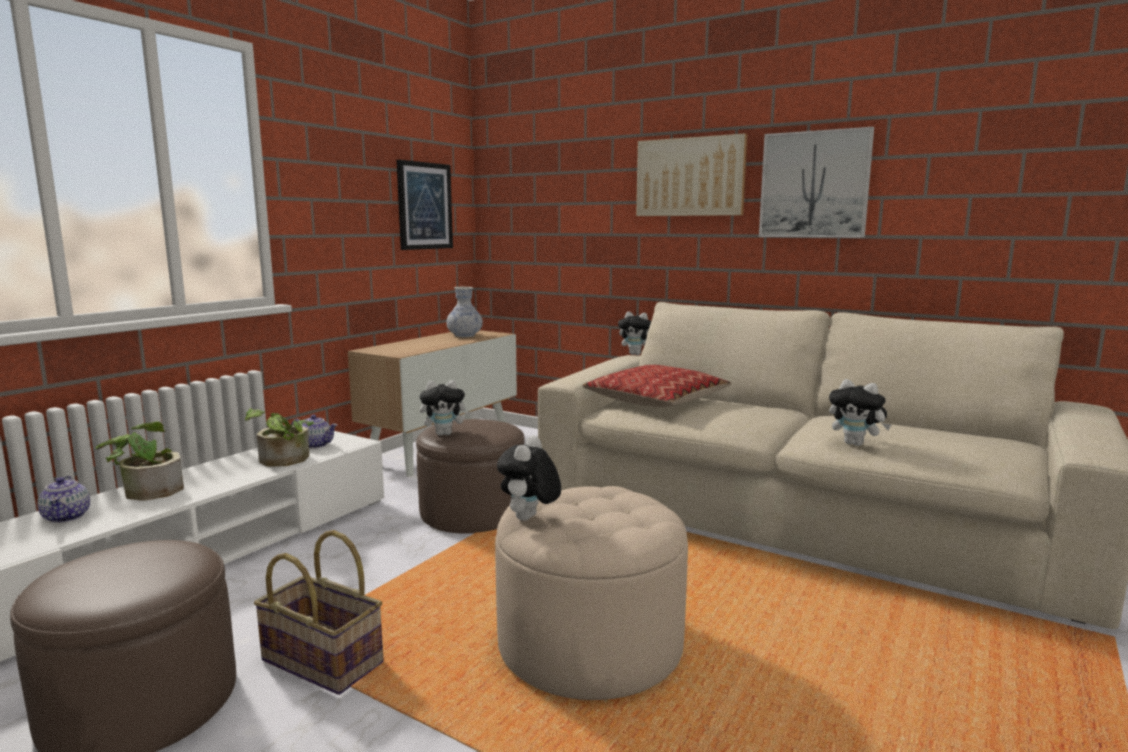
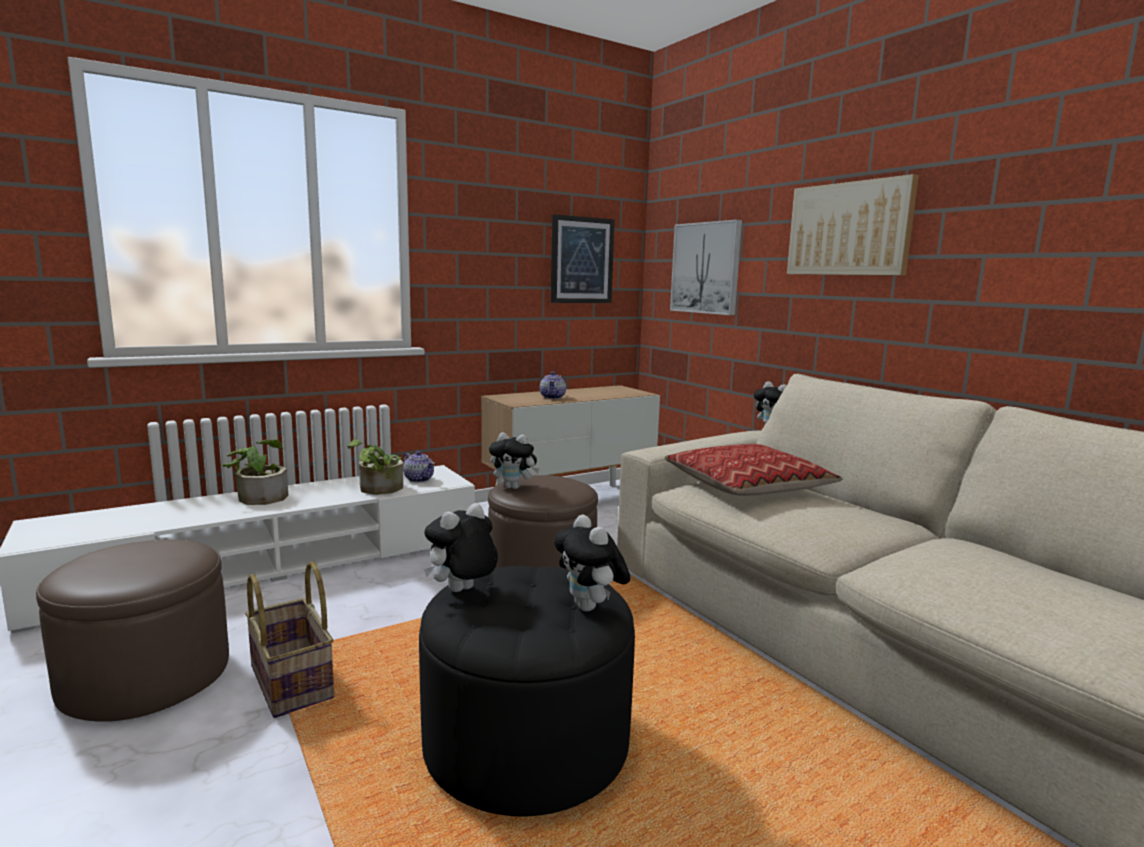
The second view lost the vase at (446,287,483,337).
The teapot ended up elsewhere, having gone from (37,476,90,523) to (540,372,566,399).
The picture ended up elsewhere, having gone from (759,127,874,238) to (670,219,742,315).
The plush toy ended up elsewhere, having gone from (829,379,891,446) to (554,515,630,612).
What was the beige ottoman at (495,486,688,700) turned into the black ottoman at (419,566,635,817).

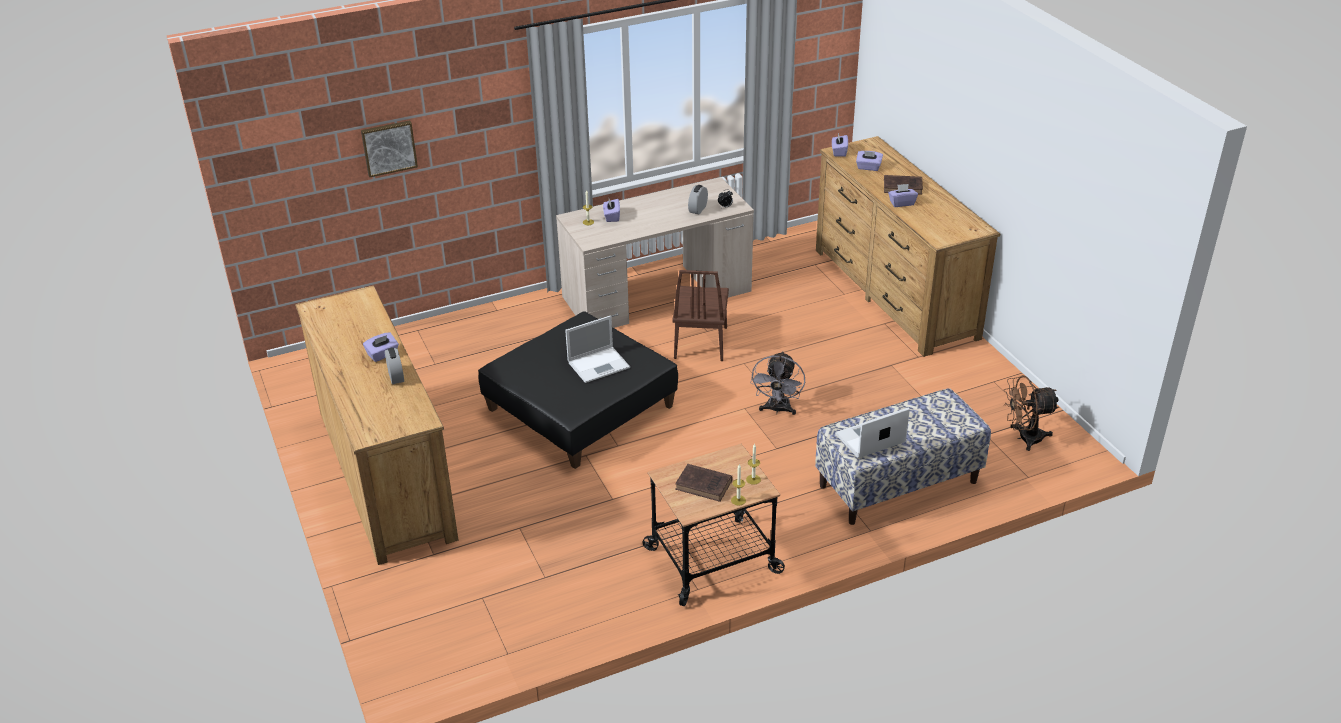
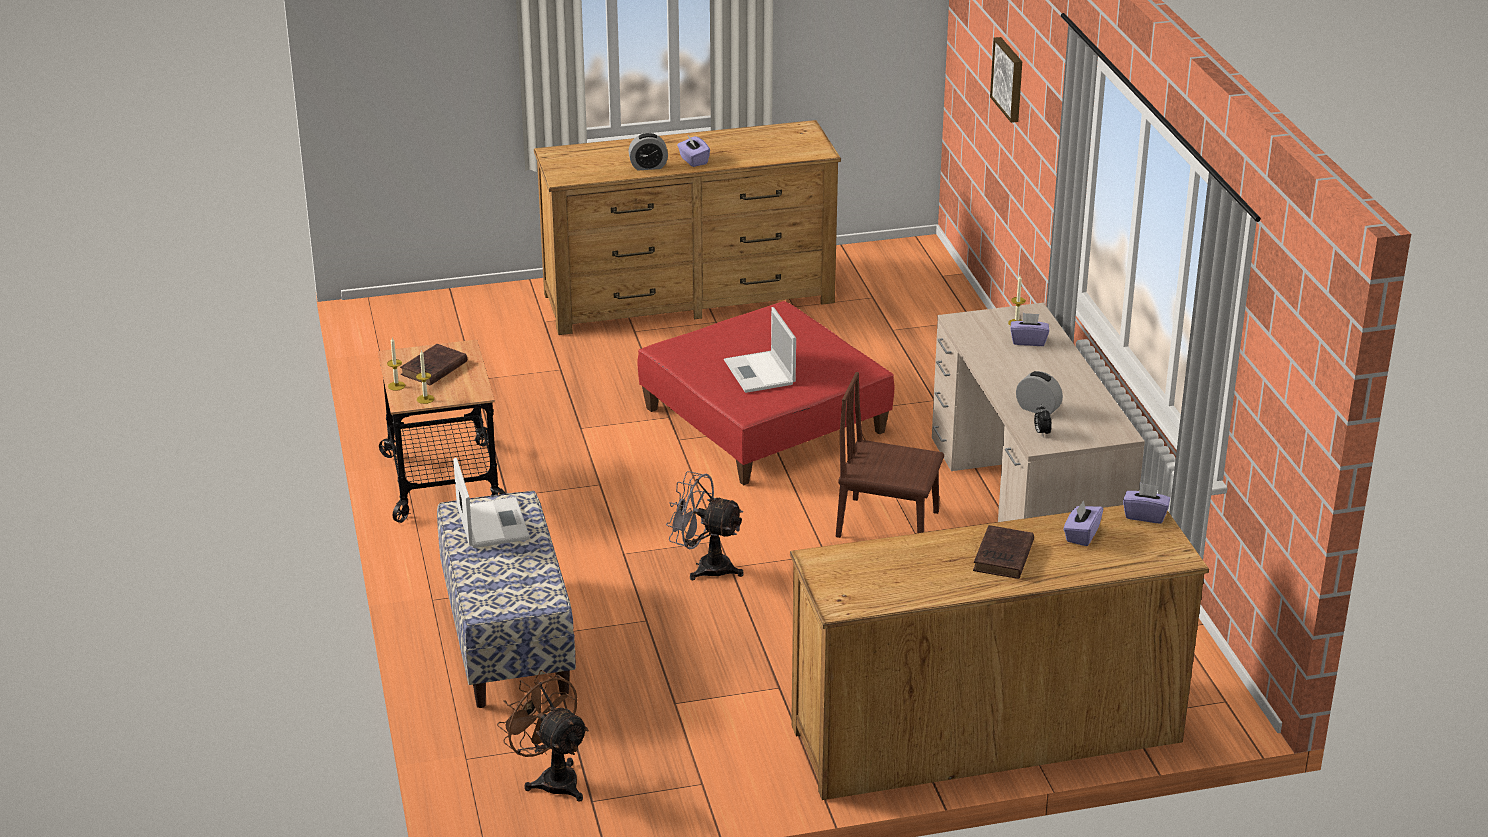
The second view lost the purple tissue box at (888,184,918,207).
What was the black ottoman at (478,311,678,469) turned into the red ottoman at (638,301,895,485).
The brown fan at (1004,375,1059,451) ended up facing another way, 45 degrees counterclockwise from before.

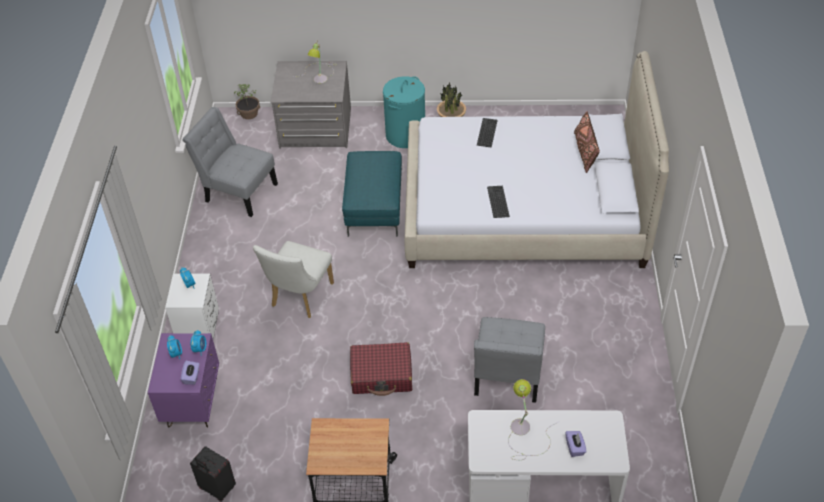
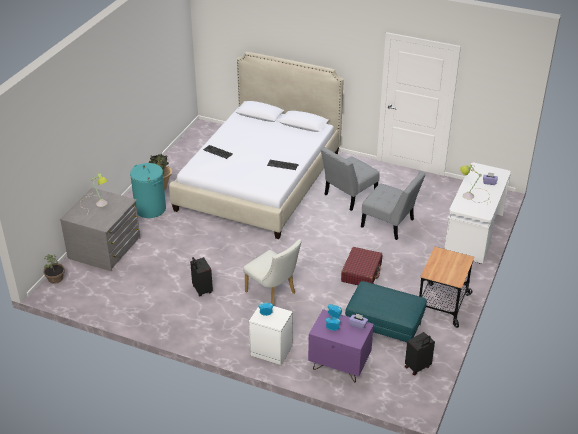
The second view lost the brown pillow at (574,111,600,173).
The second view gained the black suitcase at (190,257,213,296).
The grey chair ended up elsewhere, having gone from (182,107,278,217) to (321,147,380,211).
The turquoise ottoman ended up elsewhere, having gone from (342,151,402,237) to (345,281,427,343).

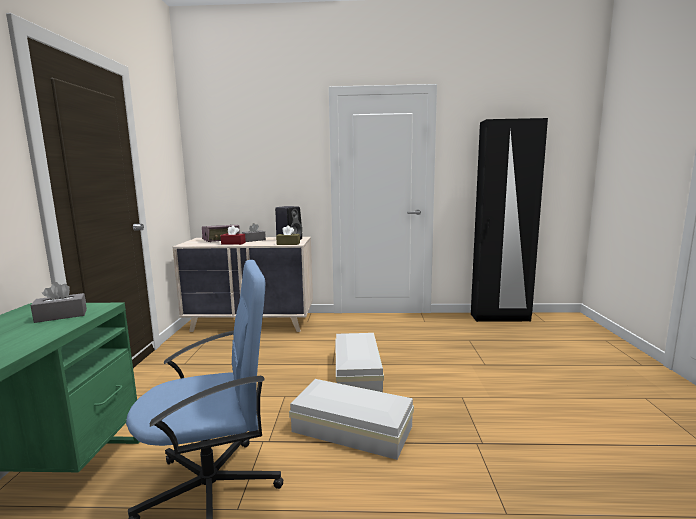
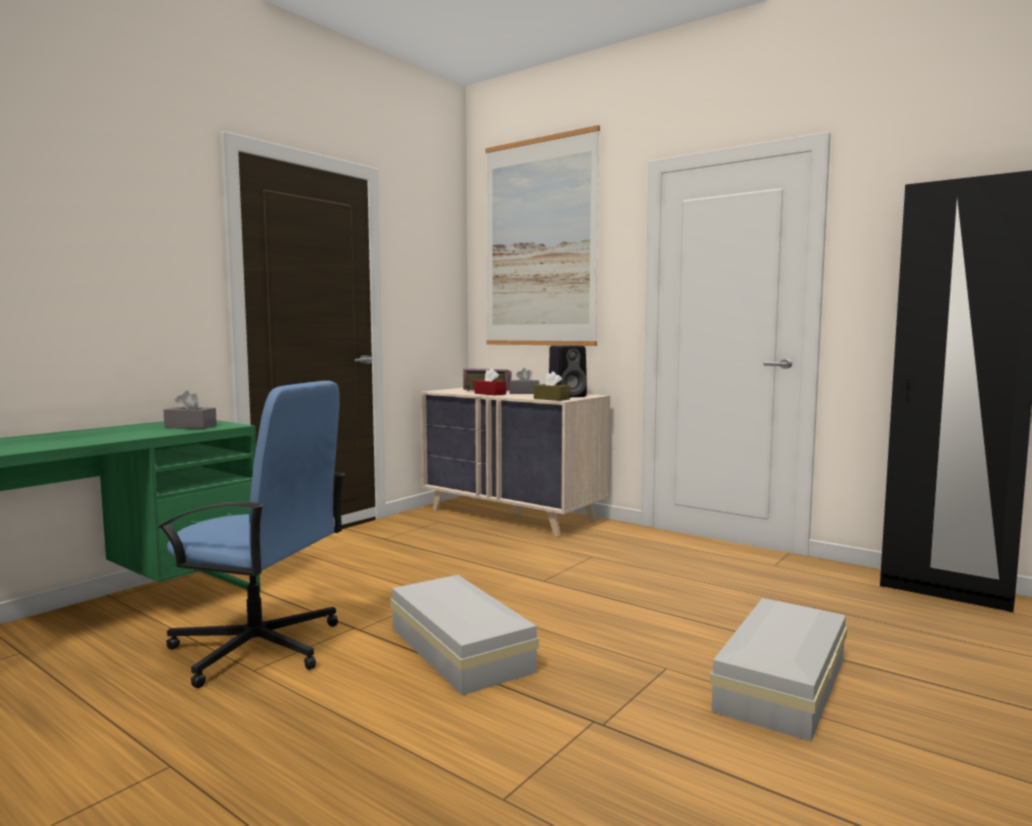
The second view gained the picture at (486,125,600,346).
The white storage box ended up elsewhere, having gone from (335,333,384,392) to (710,598,847,742).

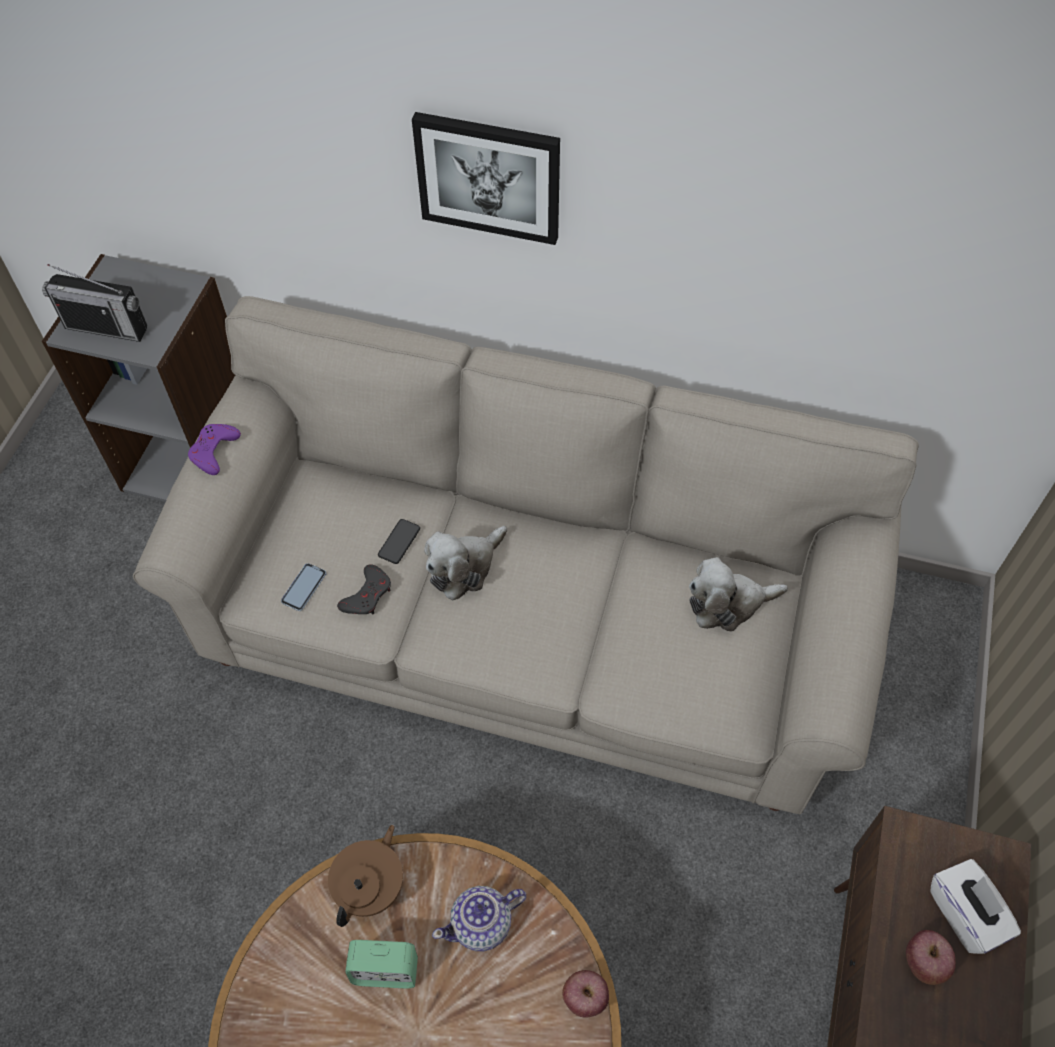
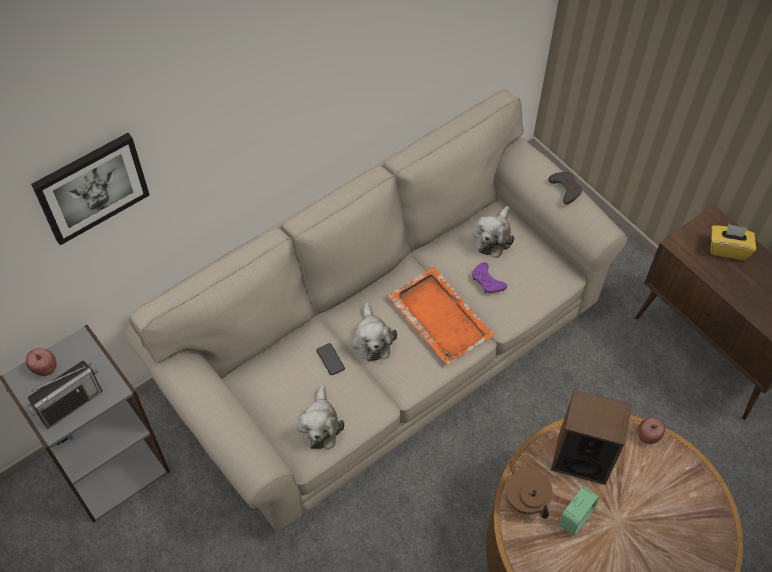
The second view gained the orange tray at (387,267,495,364).
The purple game controller ended up elsewhere, having gone from (188,424,241,475) to (472,262,507,294).
The grey game controller ended up elsewhere, having gone from (337,564,391,614) to (548,172,582,205).
The picture ended up elsewhere, having gone from (412,112,560,245) to (31,133,150,245).
The apple ended up elsewhere, having gone from (906,930,956,985) to (26,348,57,376).
Where the phone stood at (281,563,326,611), the plush toy came to stand at (297,384,344,449).
Where the teapot stood at (432,886,526,951), the speaker came to stand at (551,390,632,485).
What was the white tissue box at (931,859,1021,954) turned into the yellow tissue box at (710,224,756,260).

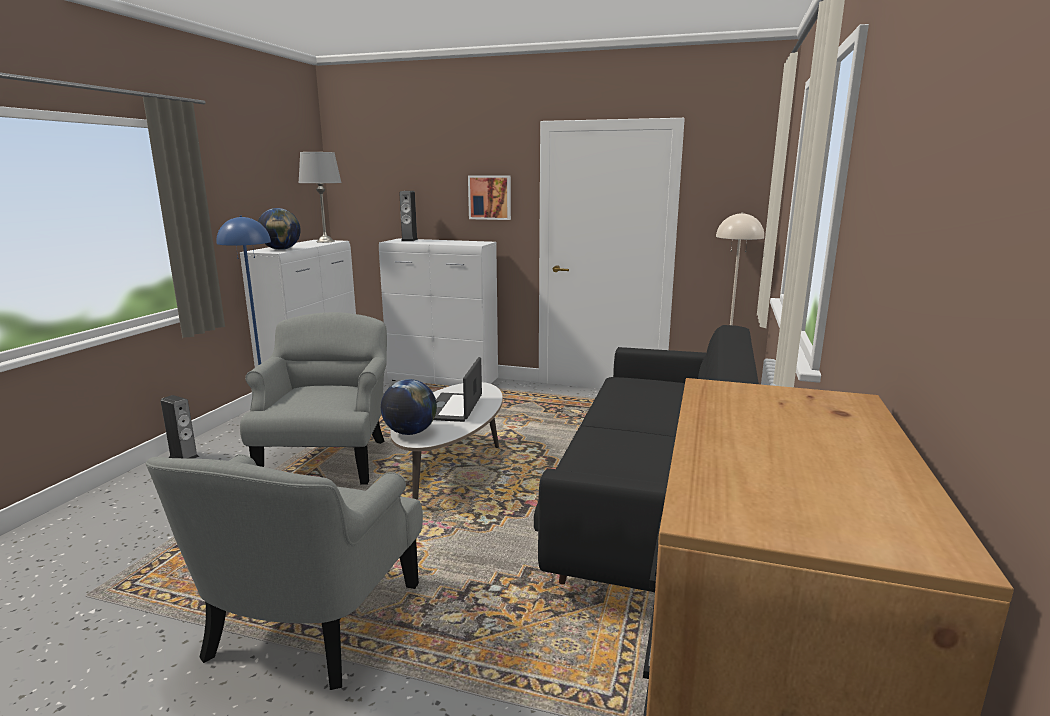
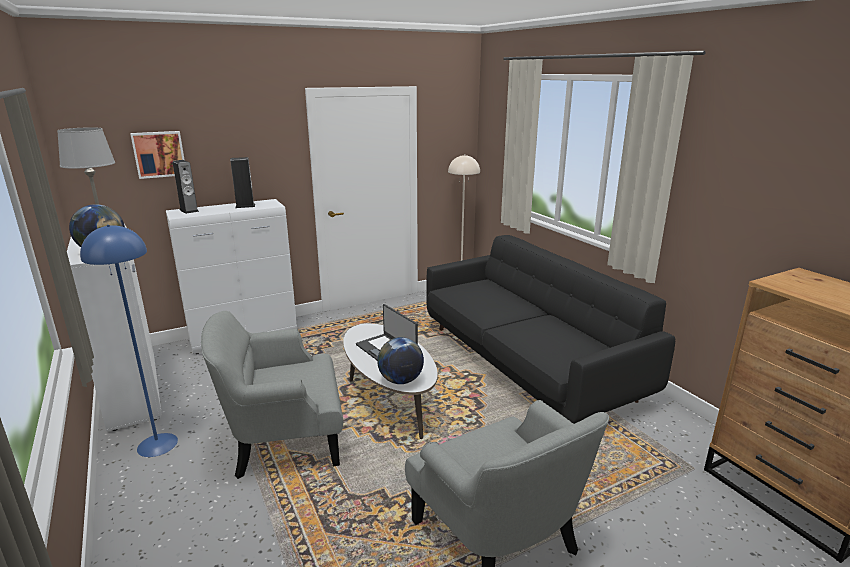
The speaker ended up elsewhere, having gone from (161,395,199,459) to (230,157,255,208).
The picture ended up elsewhere, having gone from (468,175,511,220) to (130,131,184,179).
The grey armchair at (240,312,387,485) ended up facing another way, 60 degrees counterclockwise from before.

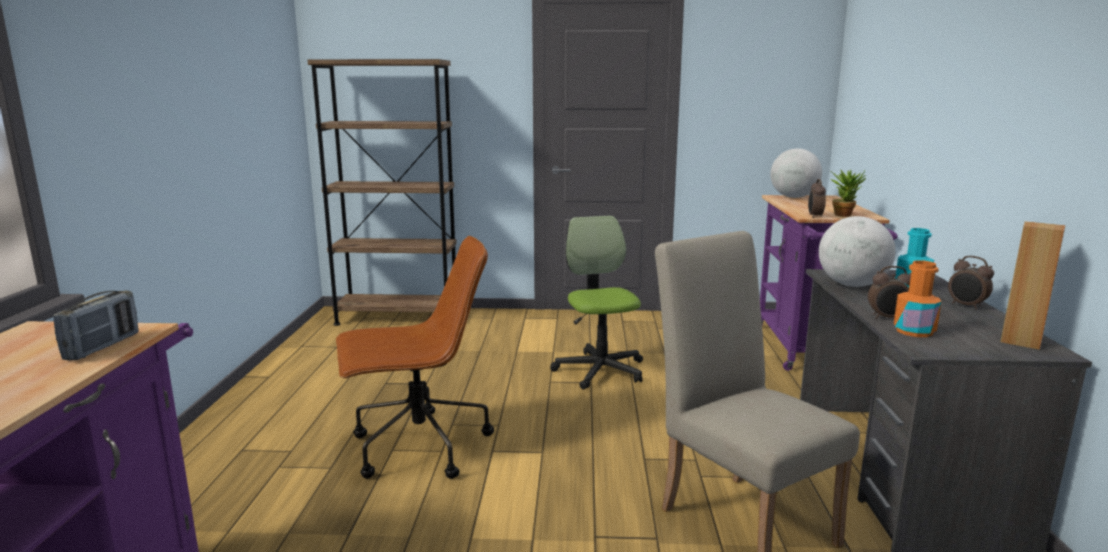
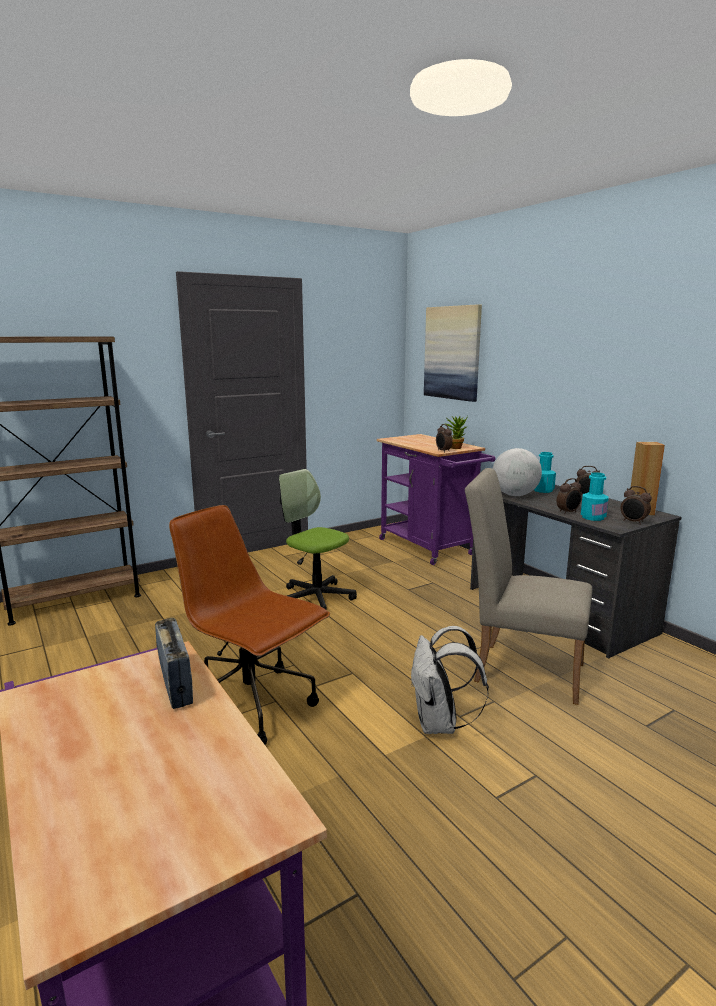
The second view lost the globe at (770,148,822,198).
The second view gained the white backpack at (411,626,489,734).
The second view gained the picture at (424,304,482,402).
The second view gained the alarm clock at (621,486,652,525).
What was the orange bottle at (894,260,942,337) turned into the turquoise bottle at (581,472,608,521).
The brown office chair at (336,236,494,479) ended up facing another way, 90 degrees counterclockwise from before.

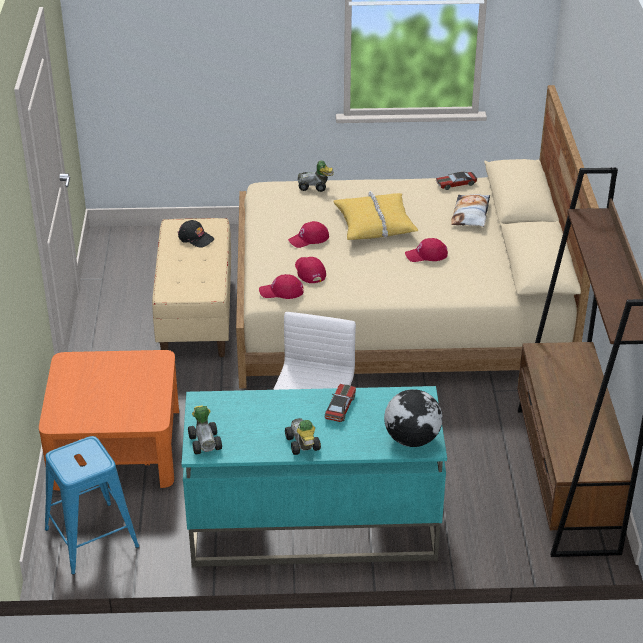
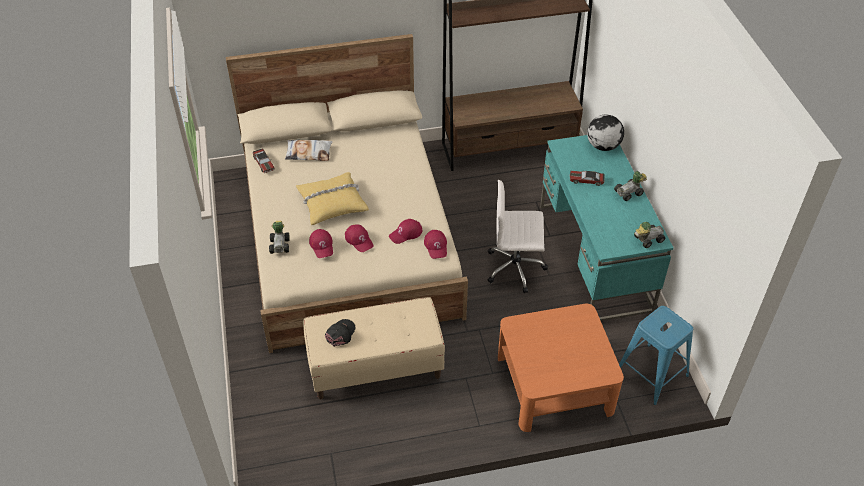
The red cap ended up elsewhere, having gone from (405,238,448,262) to (309,229,333,258).

